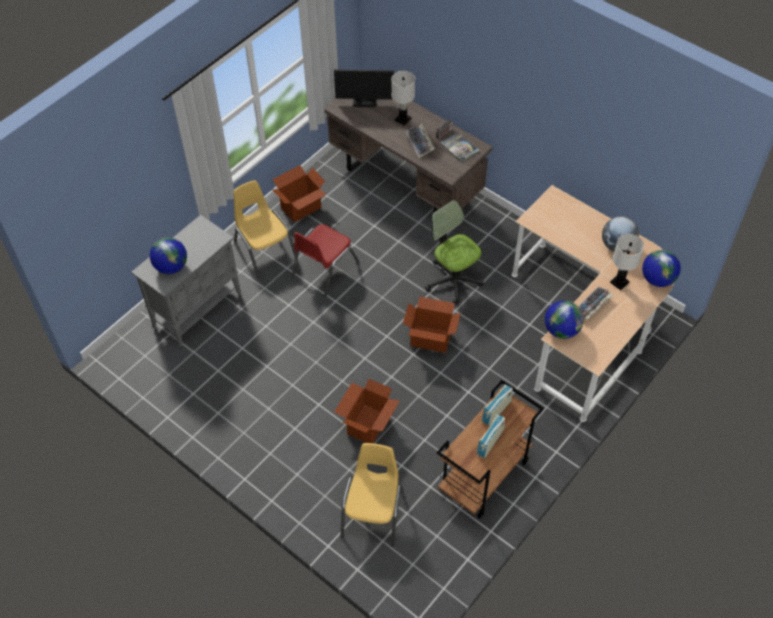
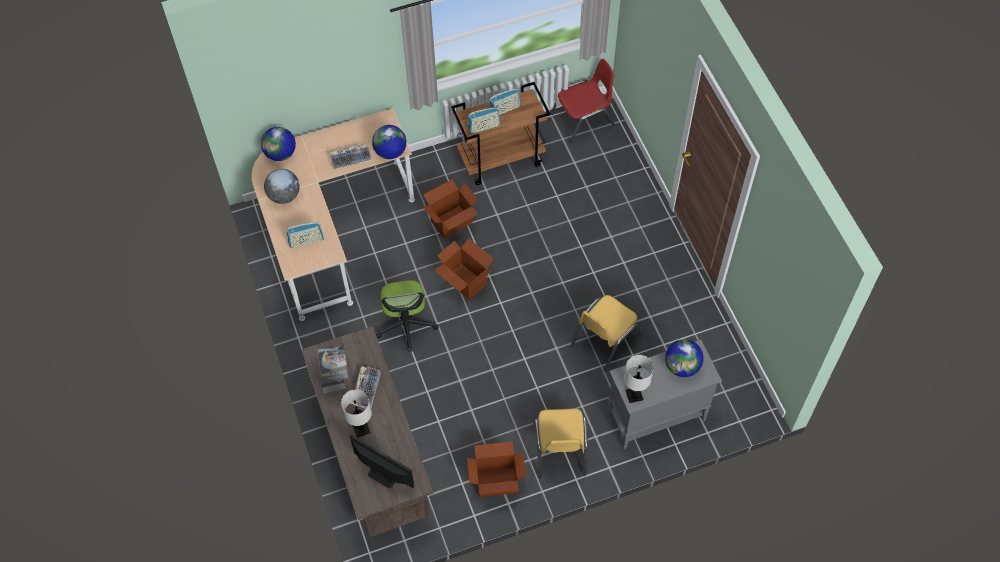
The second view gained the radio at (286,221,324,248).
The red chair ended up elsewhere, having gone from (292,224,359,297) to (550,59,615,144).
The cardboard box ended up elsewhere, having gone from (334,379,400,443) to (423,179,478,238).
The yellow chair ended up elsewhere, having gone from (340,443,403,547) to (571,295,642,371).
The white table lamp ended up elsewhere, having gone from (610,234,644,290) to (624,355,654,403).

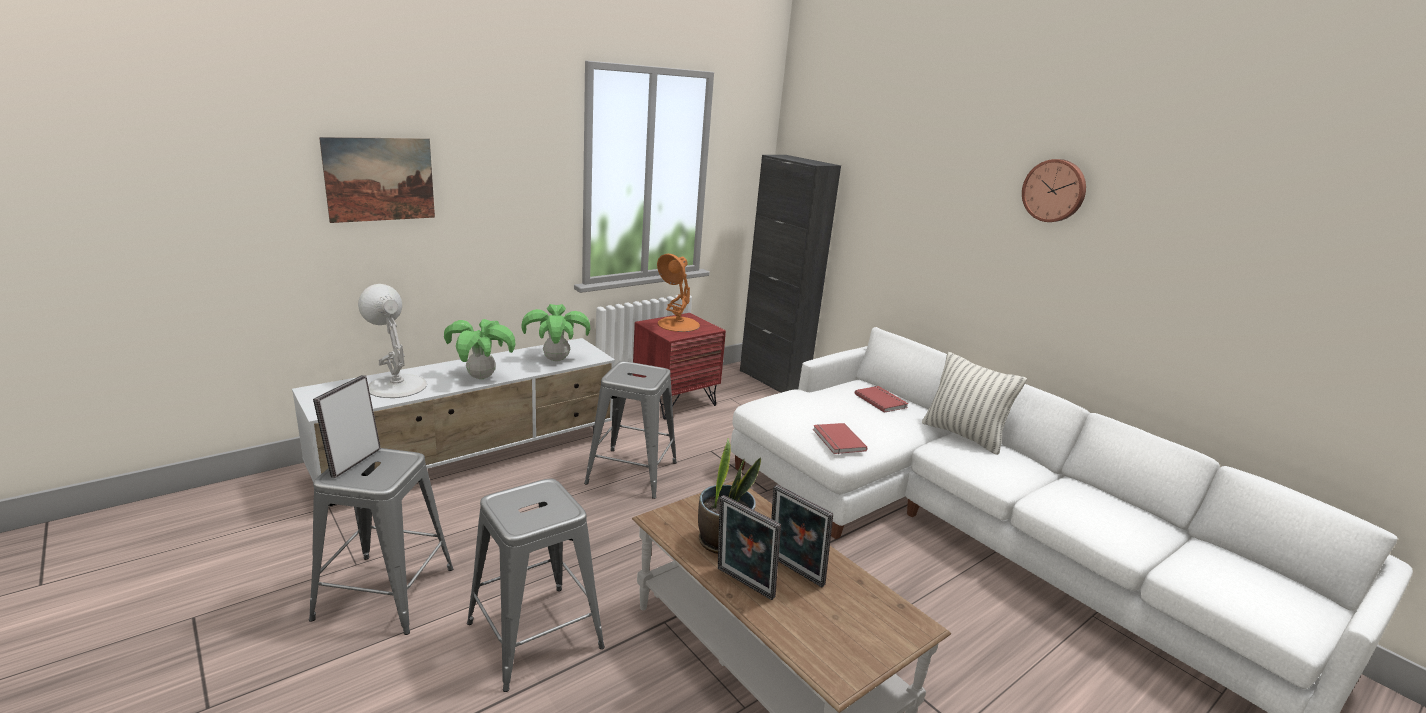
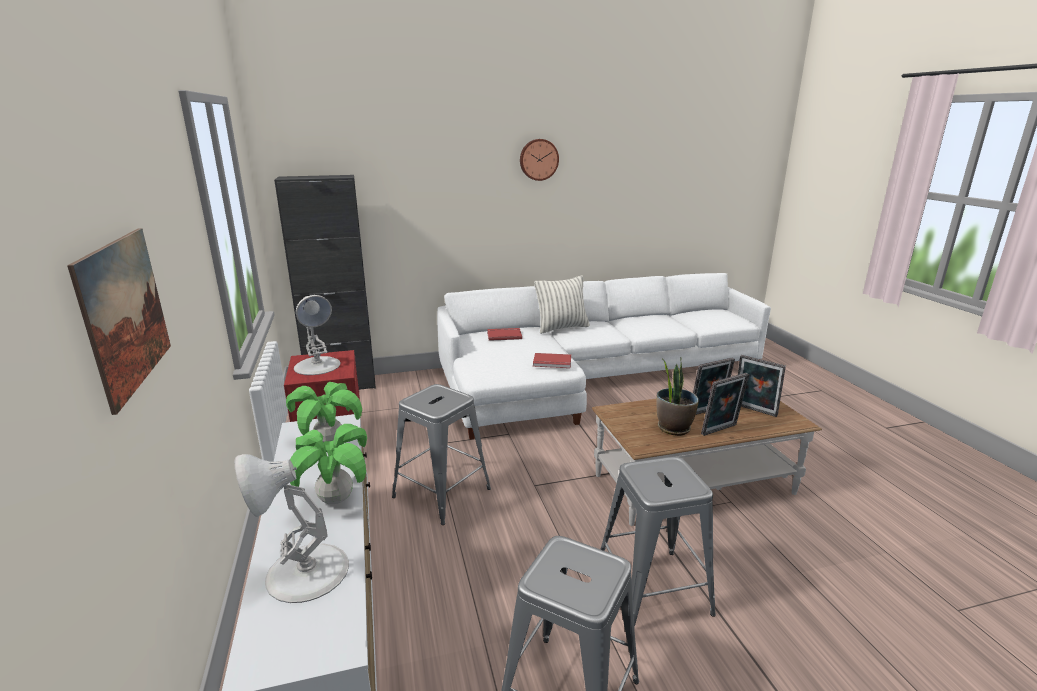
The picture frame ended up elsewhere, having gone from (313,375,381,478) to (738,355,786,417).
What was the orange table lamp at (657,254,700,332) turned into the white table lamp at (294,295,340,375).

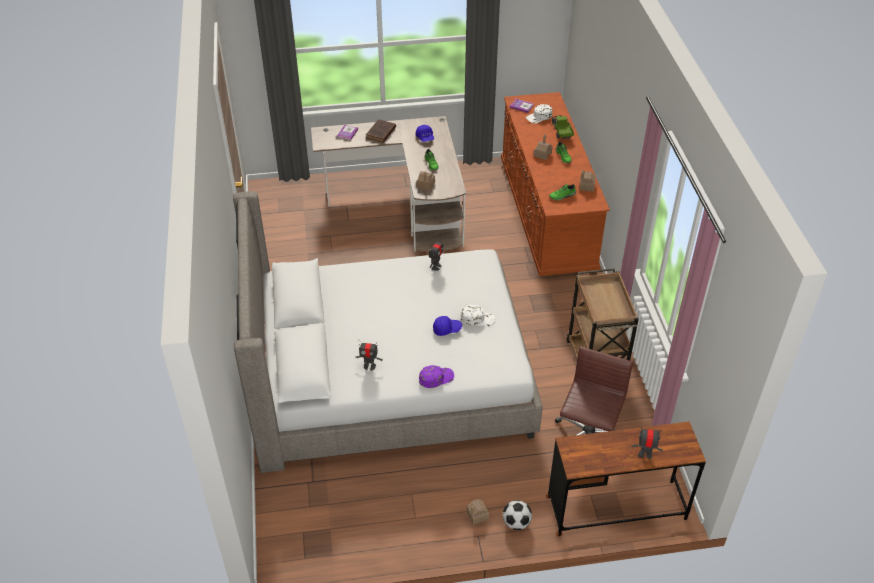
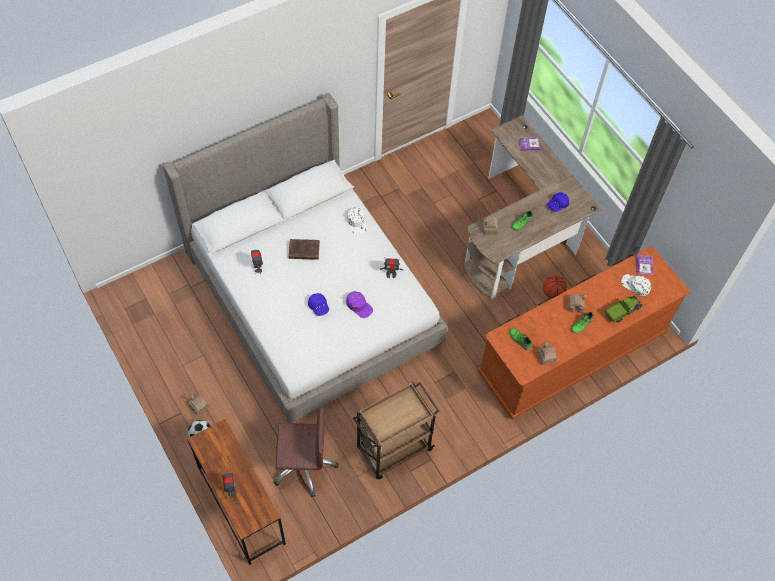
The second view gained the basketball at (543,276,567,299).
The brown book ended up elsewhere, having gone from (366,119,396,143) to (289,239,320,260).
The purple cap ended up elsewhere, having gone from (419,365,454,388) to (346,291,373,318).
The white cap ended up elsewhere, having gone from (460,305,495,326) to (347,207,367,234).

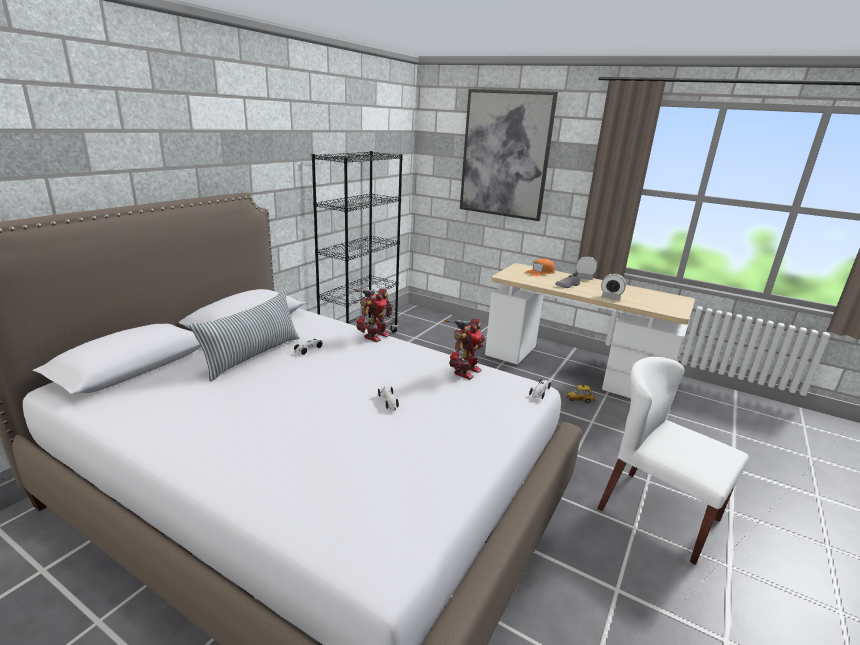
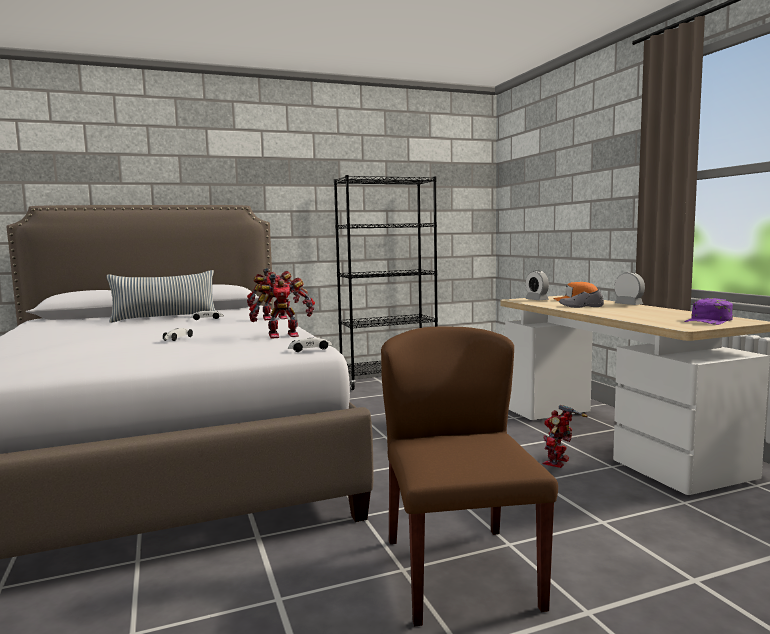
The second view lost the picture at (460,89,558,221).
The second view gained the purple cap at (684,298,733,325).
The alarm clock ended up elsewhere, having gone from (601,273,626,301) to (525,270,549,300).
Where the toy car stood at (565,383,595,403), the toy robot came to stand at (543,405,588,468).
What was the white chair at (597,357,749,565) turned into the brown chair at (381,327,558,626).

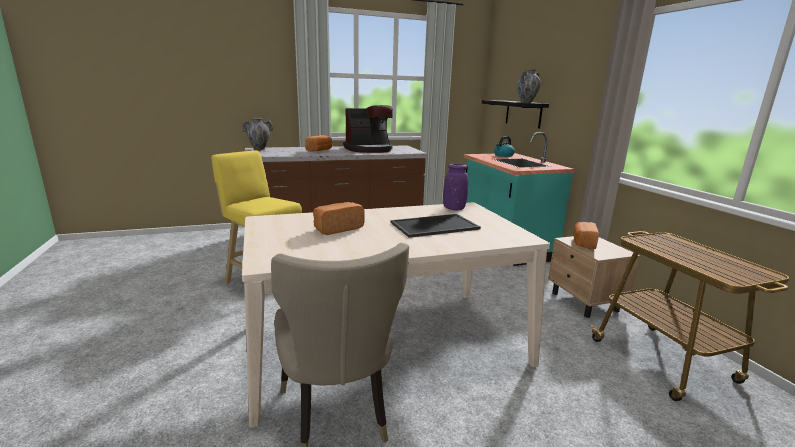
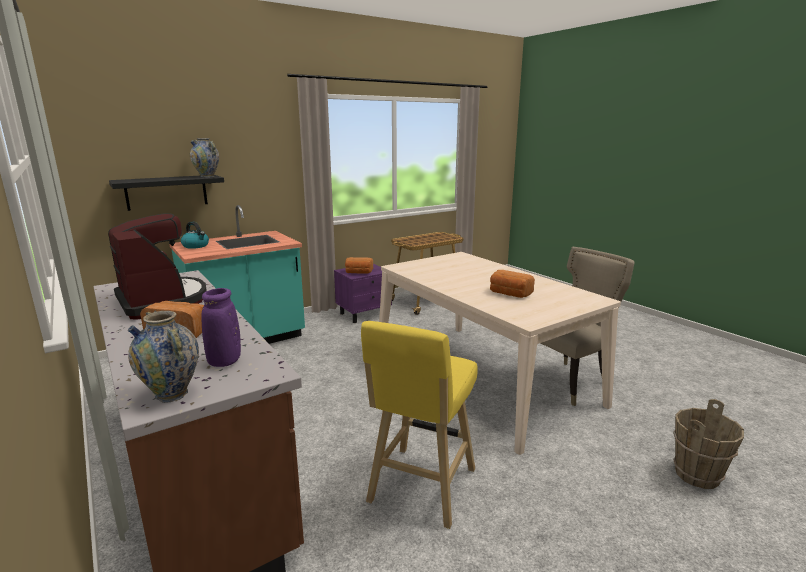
The second view lost the tray at (391,214,481,238).
The second view gained the brown bucket at (673,399,744,489).
The purple vase ended up elsewhere, having gone from (443,164,468,210) to (201,288,241,367).
What was the beige nightstand at (548,236,640,318) turned into the purple nightstand at (334,264,392,323).

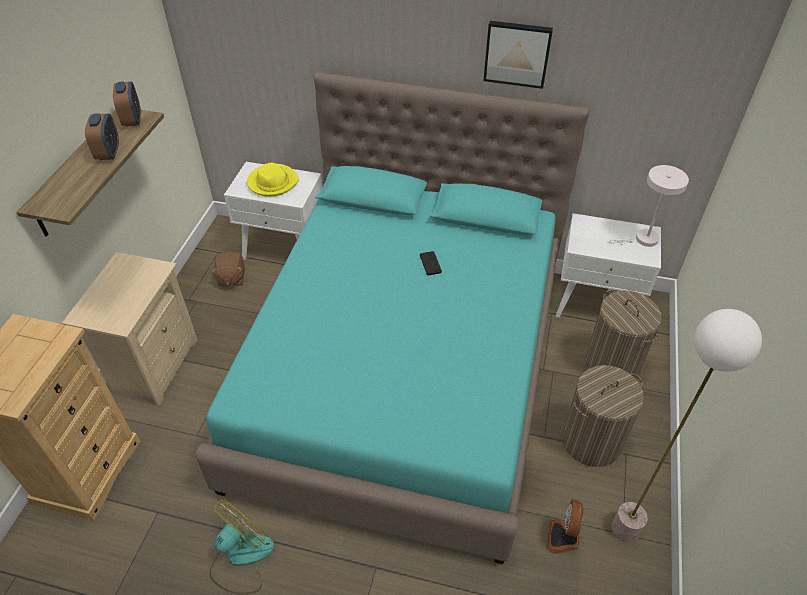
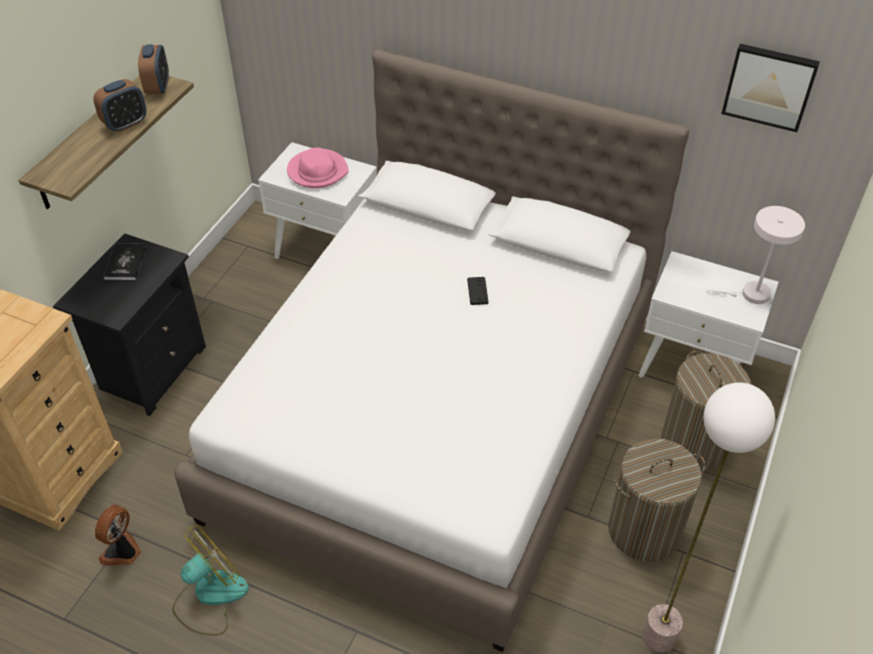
The second view lost the brown plush toy at (211,251,245,287).
The second view gained the book at (103,243,146,280).
The picture ended up elsewhere, having gone from (483,21,553,89) to (721,44,820,132).
The fan ended up elsewhere, having gone from (546,500,584,554) to (95,505,141,566).
What was the beige nightstand at (62,252,198,406) turned into the black nightstand at (53,233,206,416).
What was the turquoise bed at (196,72,589,564) turned into the white bed at (174,49,689,652).
What was the yellow hat at (247,163,299,197) turned into the pink hat at (287,148,349,188).
The alarm clock at (85,113,119,160) ended up facing another way, 45 degrees clockwise from before.

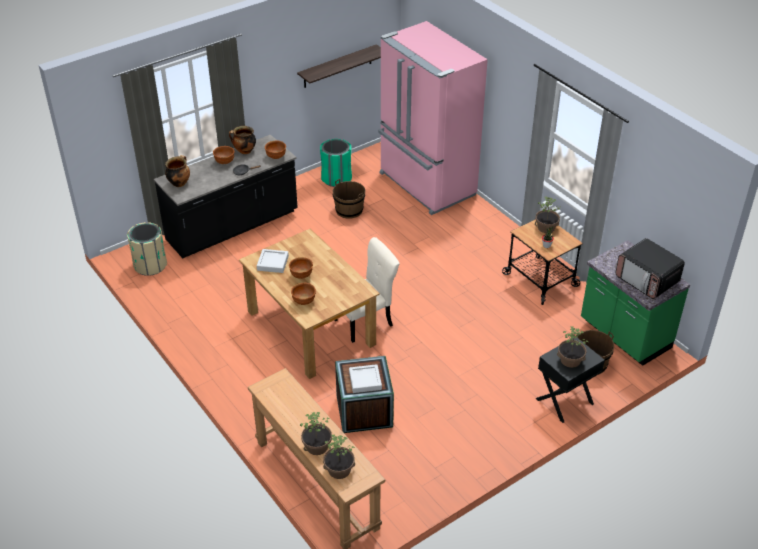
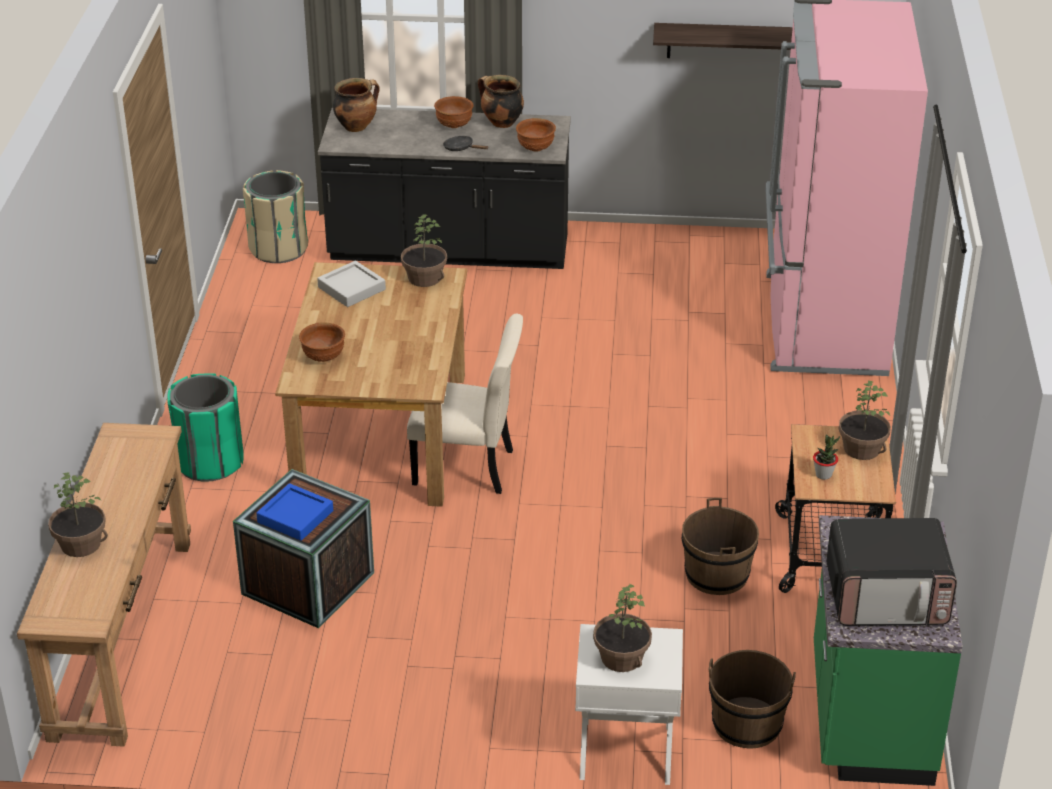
The second view lost the brown bowl at (289,257,313,279).
The green trash can ended up elsewhere, having gone from (320,139,352,187) to (167,374,244,482).
The potted plant ended up elsewhere, having gone from (323,435,355,479) to (401,214,447,287).
The brown bucket ended up elsewhere, having gone from (333,179,365,219) to (682,498,759,595).
What was the grey tray at (349,364,382,393) turned into the blue tray at (256,483,333,541).
What was the black nightstand at (536,337,605,423) turned into the white nightstand at (575,624,683,785).
The microwave at (615,238,685,299) ended up facing another way, 90 degrees counterclockwise from before.

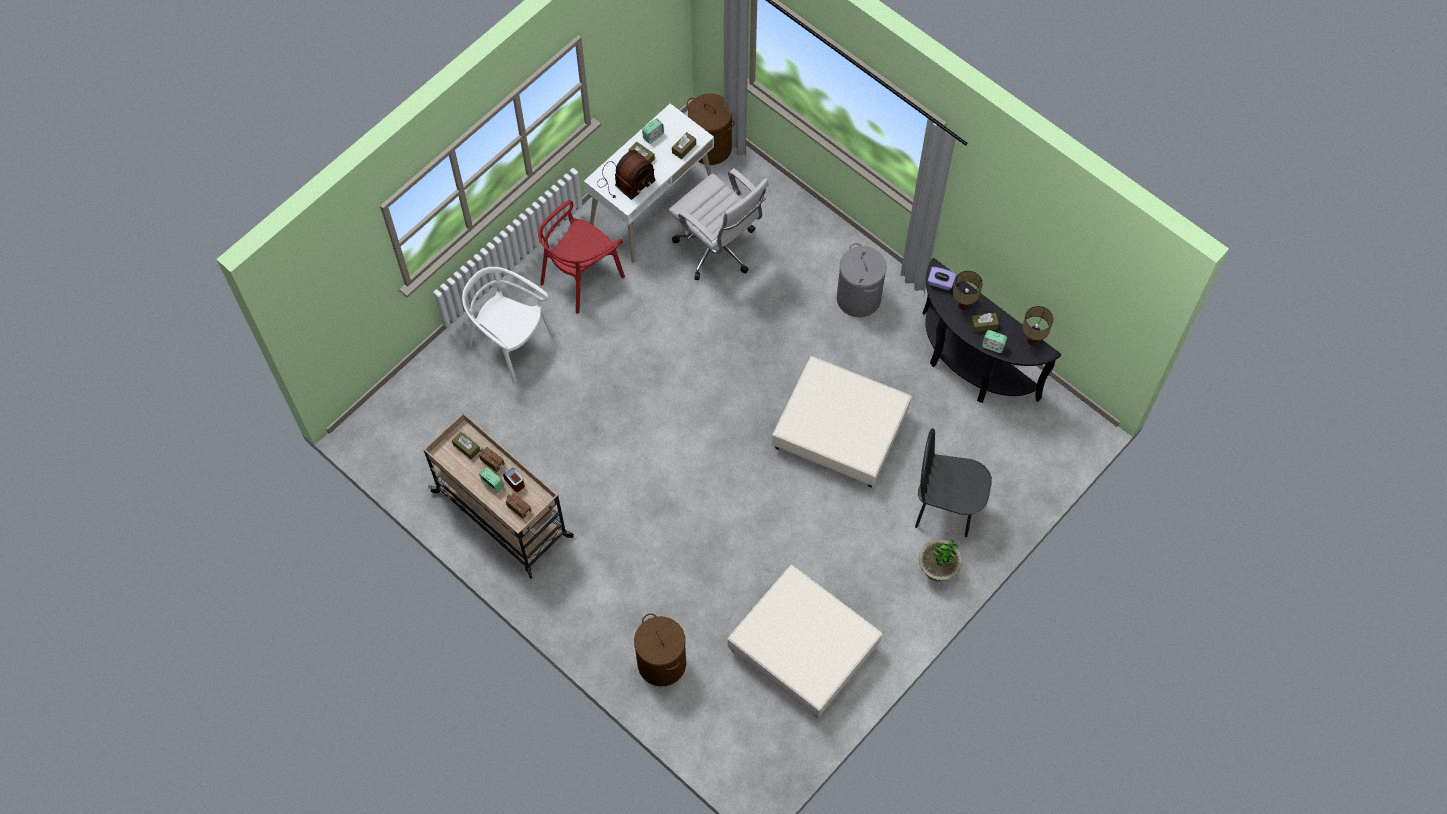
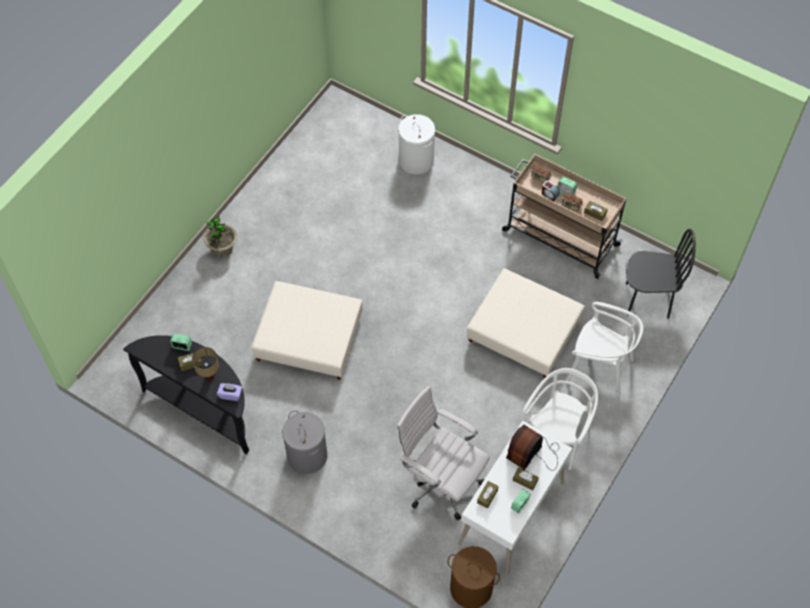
The second view lost the table lamp at (1022,306,1053,345).
The beige ottoman ended up elsewhere, having gone from (728,565,883,718) to (467,268,584,378).
The black chair ended up elsewhere, having gone from (915,428,992,537) to (626,229,696,319).
What was the red chair at (538,200,625,314) turned into the white chair at (522,368,598,470).
What was the brown laundry basket at (634,613,686,686) turned into the white laundry basket at (398,114,435,174).

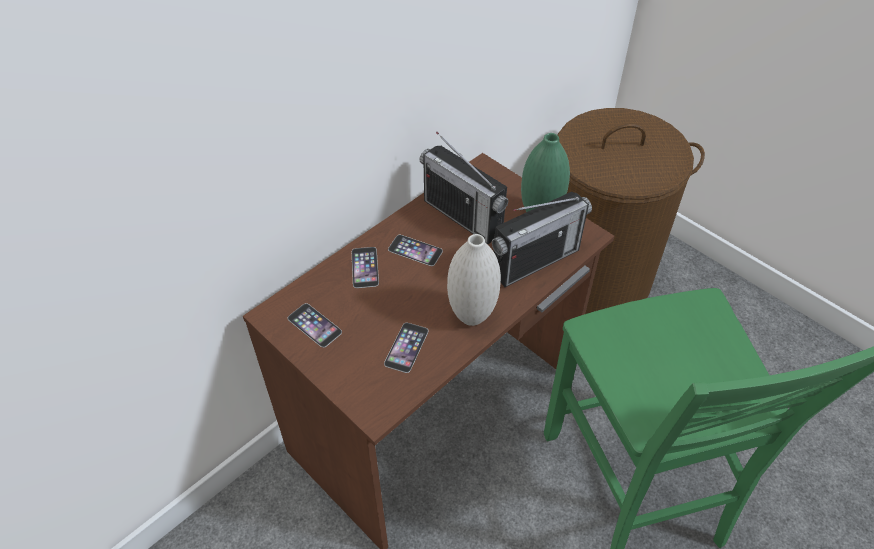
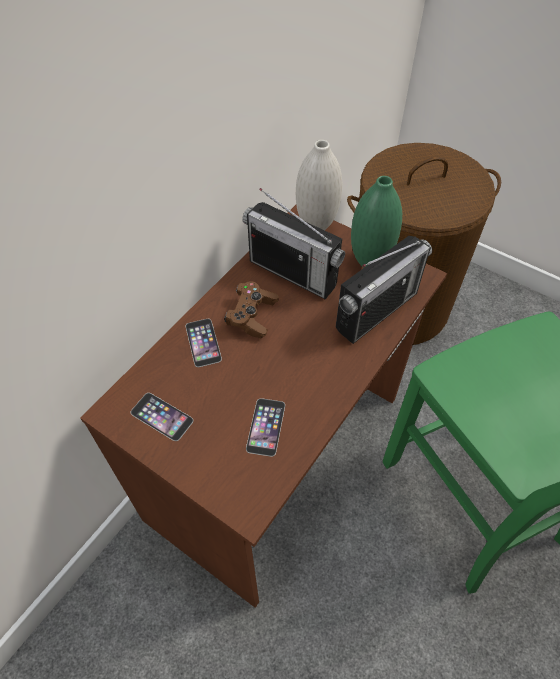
The white vase ended up elsewhere, having gone from (447,234,501,326) to (296,140,342,230).
Where the phone stood at (388,235,443,266), the brown game controller came to stand at (224,281,279,339).

